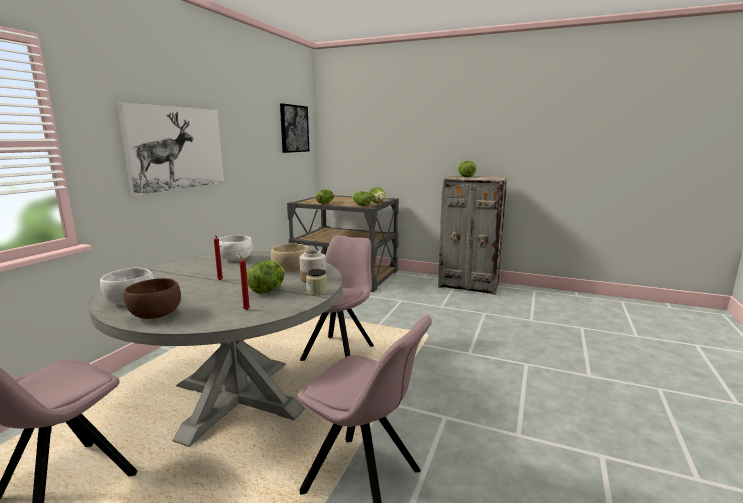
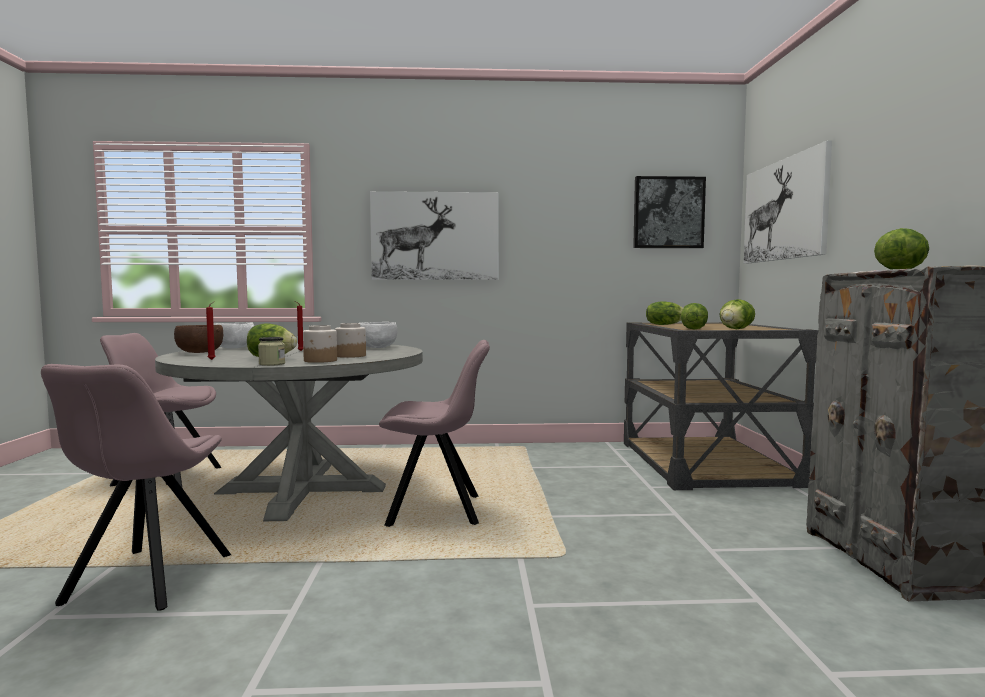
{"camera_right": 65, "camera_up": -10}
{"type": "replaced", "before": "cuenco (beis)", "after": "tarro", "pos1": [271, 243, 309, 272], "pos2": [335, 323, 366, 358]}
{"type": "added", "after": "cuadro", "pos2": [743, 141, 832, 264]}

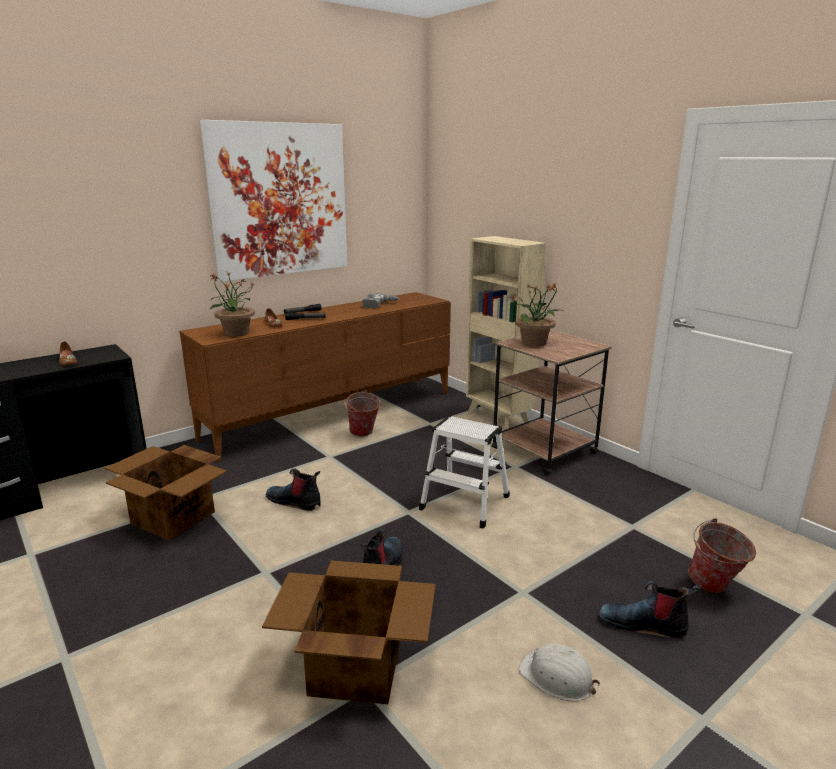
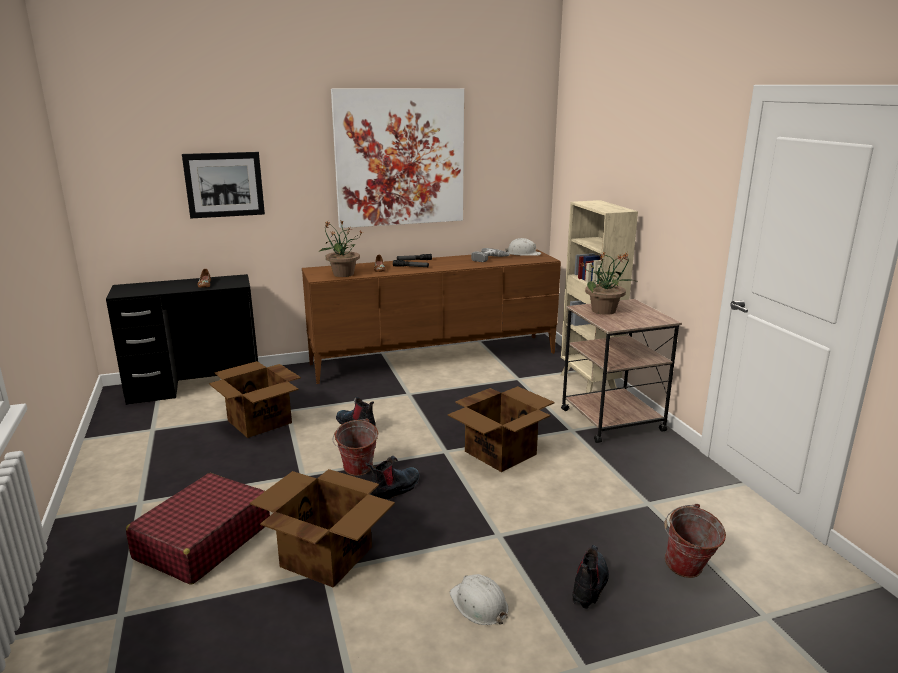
{"camera_right": 20, "camera_up": 0}
{"type": "added", "after": "maleta (rojo)", "pos2": [126, 473, 270, 585]}
{"type": "added", "after": "cuadro", "pos2": [182, 152, 265, 218]}
{"type": "moved", "before": "cubo", "pos1": [344, 390, 381, 437], "pos2": [332, 418, 378, 476]}
{"type": "replaced", "before": "escalera de tijera (blanco)", "after": "caja de cartón", "pos1": [419, 415, 510, 529], "pos2": [448, 386, 555, 472]}
{"type": "added", "after": "casco (blanco)", "pos2": [505, 238, 541, 256]}
{"type": "turned", "before": "bota", "pos1": [599, 581, 700, 638], "pos2": [572, 545, 609, 609], "turn": 75}

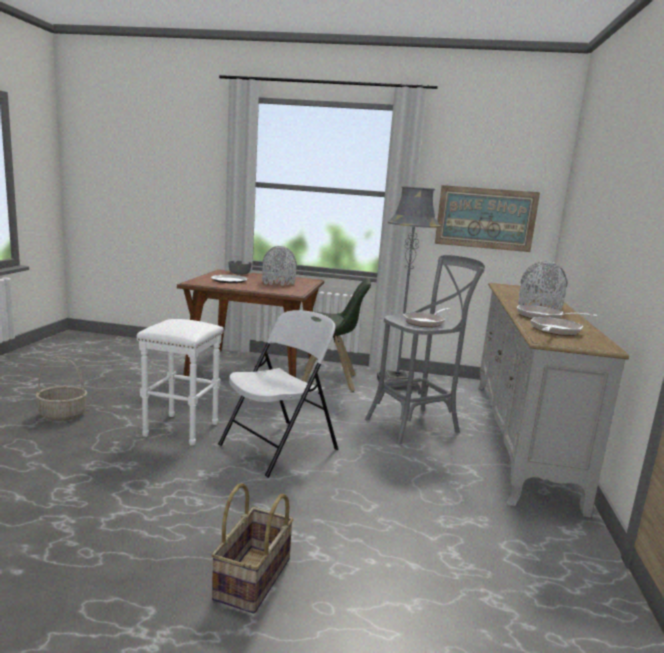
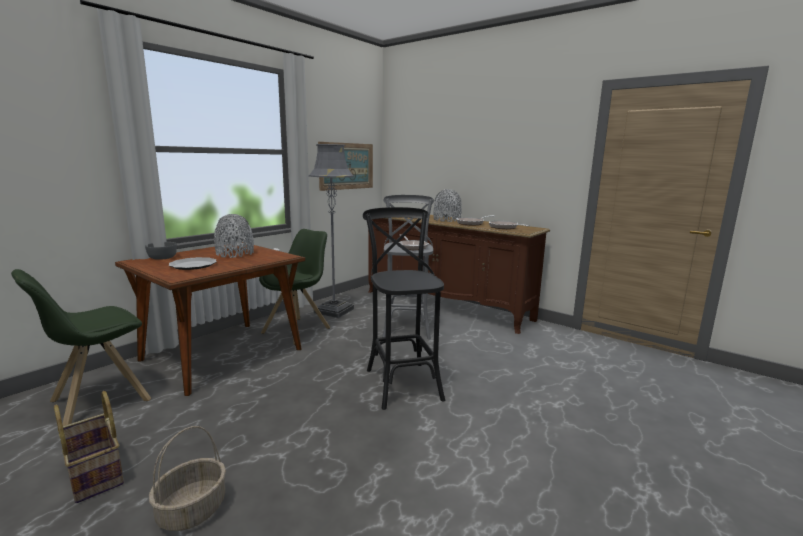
{"camera_right": -60, "camera_up": 0}
{"type": "added", "after": "silla (verde)", "pos2": [11, 269, 151, 426]}
{"type": "moved", "before": "cesta", "pos1": [211, 483, 294, 614], "pos2": [54, 391, 124, 503]}
{"type": "replaced", "before": "silla (blanco)", "after": "taburete (negro)", "pos1": [218, 310, 338, 478], "pos2": [363, 207, 445, 410]}
{"type": "recoloured", "before": "armario (gris)", "after": "armario (marrón)", "pos1": [478, 283, 629, 518], "pos2": [368, 215, 550, 334]}
{"type": "removed", "before": "taburete (blanco)", "pos1": [137, 319, 224, 446]}

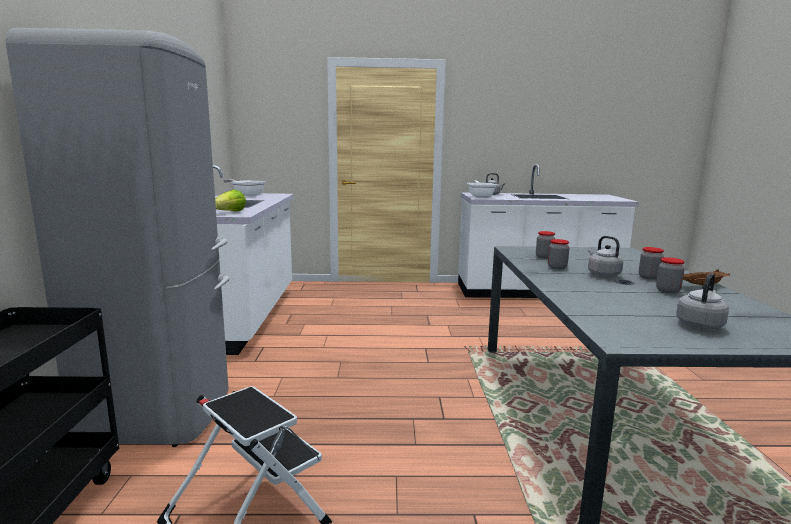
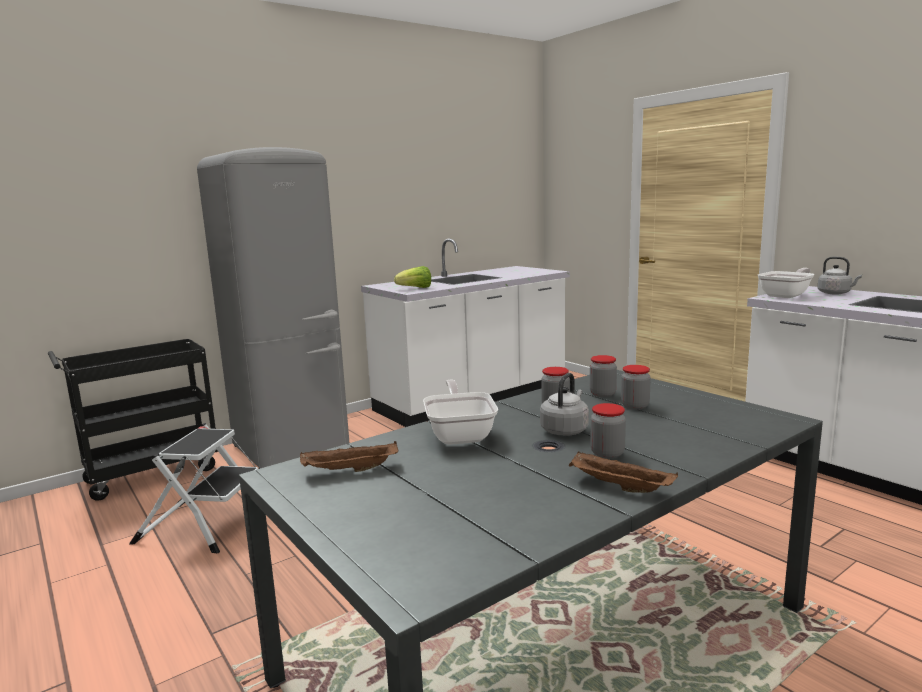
{"camera_right": 55, "camera_up": 0}
{"type": "added", "after": "bandeja (marrón)", "pos2": [300, 441, 398, 472]}
{"type": "moved", "before": "sartén", "pos1": [223, 179, 266, 196], "pos2": [423, 380, 498, 445]}
{"type": "moved", "before": "tarro", "pos1": [656, 257, 685, 294], "pos2": [621, 365, 651, 410]}
{"type": "removed", "before": "hervidor (gris)", "pos1": [676, 273, 729, 329]}

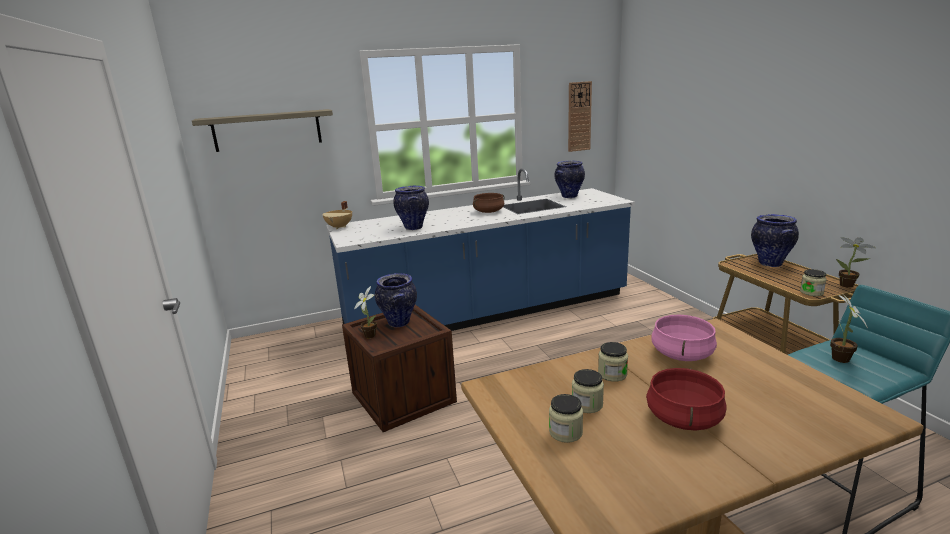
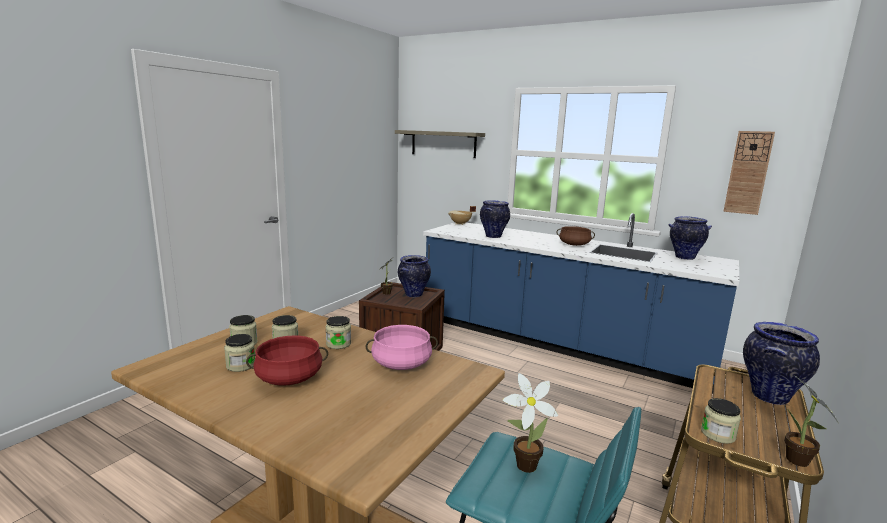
{"camera_right": 50, "camera_up": -5}
{"type": "added", "after": "tarro", "pos2": [224, 334, 255, 372]}

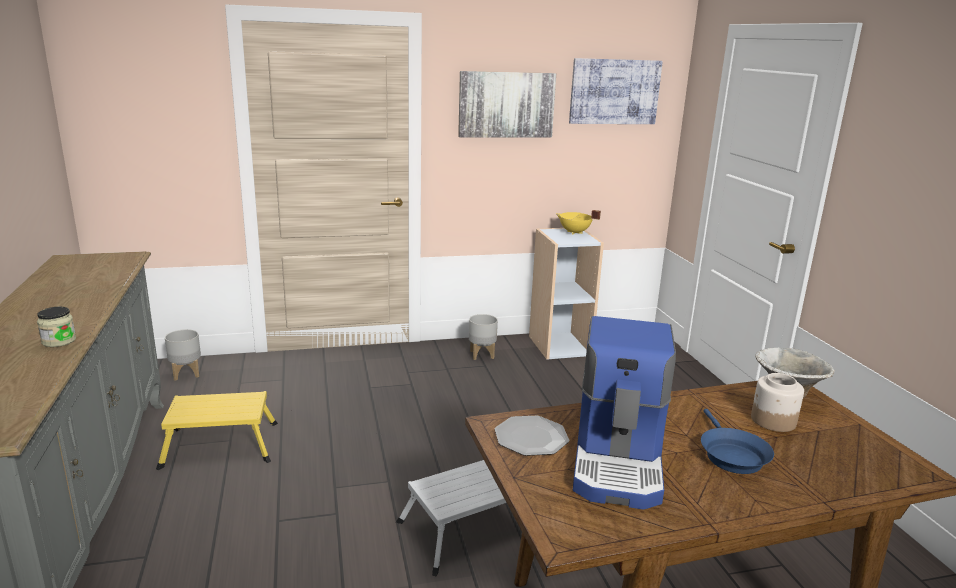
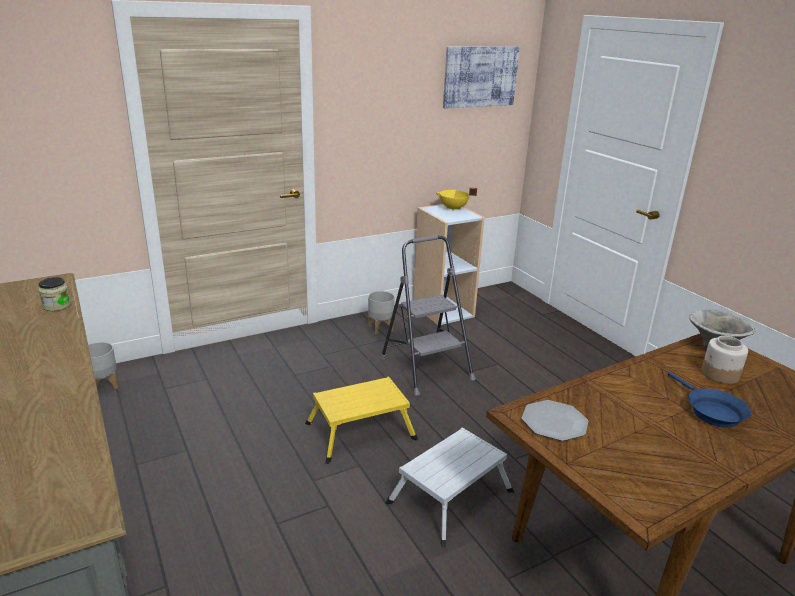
{"camera_right": -15, "camera_up": 5}
{"type": "moved", "before": "tarro", "pos1": [37, 307, 76, 347], "pos2": [38, 277, 71, 311]}
{"type": "moved", "before": "escalera de tijera (amarillo)", "pos1": [156, 391, 278, 470], "pos2": [305, 377, 418, 464]}
{"type": "added", "after": "escalera de tijera (gris)", "pos2": [379, 235, 476, 396]}
{"type": "removed", "before": "cuadro", "pos1": [458, 71, 556, 137]}
{"type": "removed", "before": "cafetera", "pos1": [573, 316, 676, 510]}

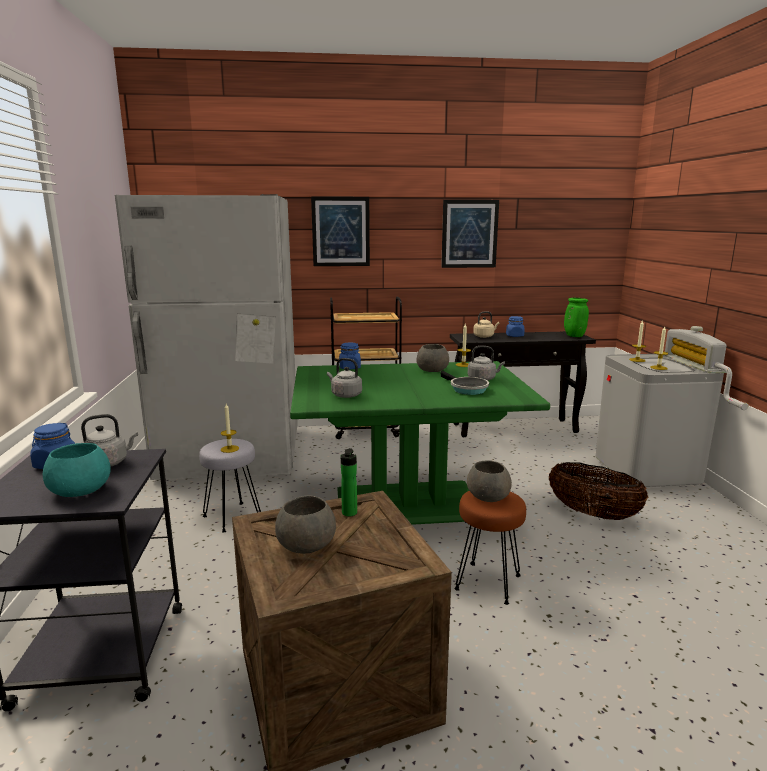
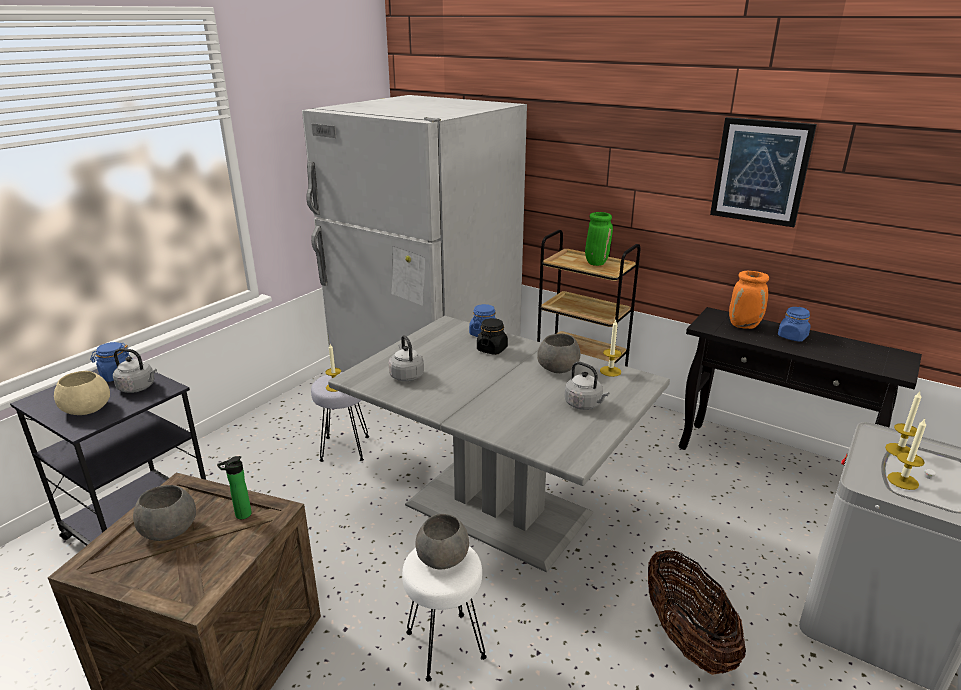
{"camera_right": 40, "camera_up": 10}
{"type": "recoloured", "before": "cuenco (turquesa)", "after": "cuenco (beis)", "pos1": [43, 443, 111, 497], "pos2": [54, 371, 110, 415]}
{"type": "recoloured", "before": "mesa de comedor (verde)", "after": "mesa de comedor (gris)", "pos1": [290, 361, 550, 525], "pos2": [328, 316, 670, 572]}
{"type": "recoloured", "before": "taburete (marrón)", "after": "taburete (blanco)", "pos1": [455, 491, 526, 605], "pos2": [402, 546, 487, 682]}
{"type": "added", "after": "tarro (negro)", "pos2": [477, 318, 508, 355]}
{"type": "moved", "before": "florero (verde)", "pos1": [564, 298, 589, 337], "pos2": [585, 212, 613, 266]}
{"type": "replaced", "before": "hervidor (beis)", "after": "florero (naranja)", "pos1": [473, 312, 499, 338], "pos2": [729, 271, 769, 329]}
{"type": "removed", "before": "cuadro", "pos1": [311, 196, 370, 266]}
{"type": "removed", "before": "sartén", "pos1": [440, 371, 489, 395]}

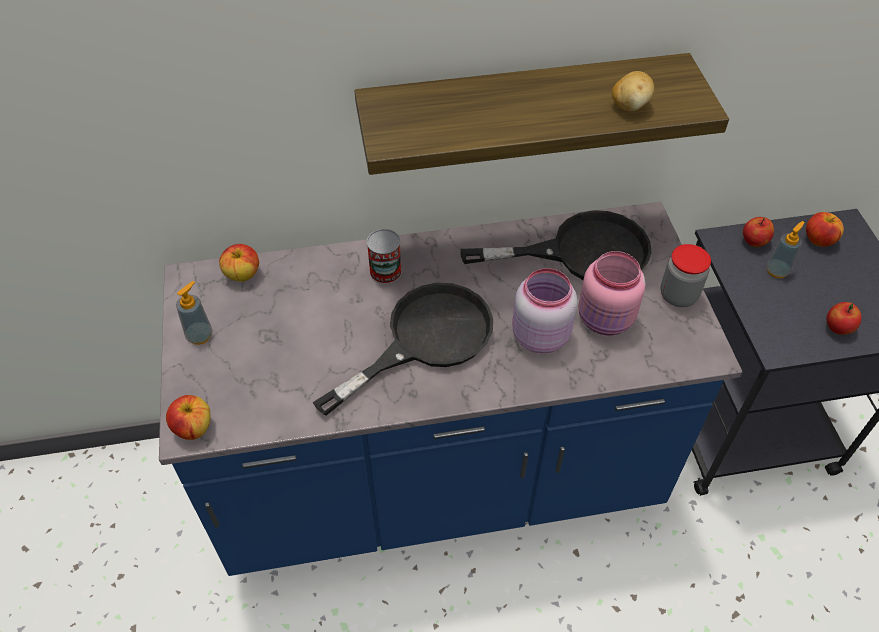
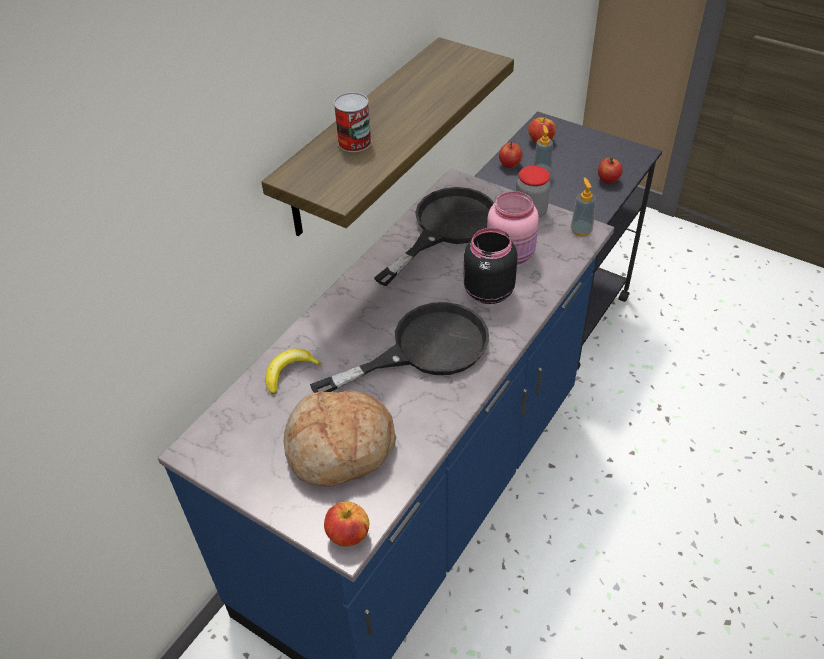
{"camera_right": -45, "camera_up": -5}
{"type": "added", "after": "plátano", "pos2": [265, 349, 322, 394]}
{"type": "added", "after": "pan", "pos2": [283, 390, 396, 487]}
{"type": "turned", "before": "sartén (negro)", "pos1": [313, 283, 493, 416], "pos2": [310, 302, 489, 393], "turn": 60}
{"type": "moved", "before": "lata", "pos1": [367, 229, 402, 284], "pos2": [334, 92, 372, 152]}
{"type": "recoloured", "before": "tarro (rosa)", "after": "tarro (negro)", "pos1": [512, 268, 578, 353], "pos2": [464, 228, 518, 304]}
{"type": "moved", "before": "dispensador de jabón", "pos1": [176, 281, 213, 345], "pos2": [571, 178, 596, 237]}
{"type": "removed", "before": "manzana", "pos1": [219, 244, 259, 282]}
{"type": "removed", "before": "patata", "pos1": [612, 71, 654, 111]}

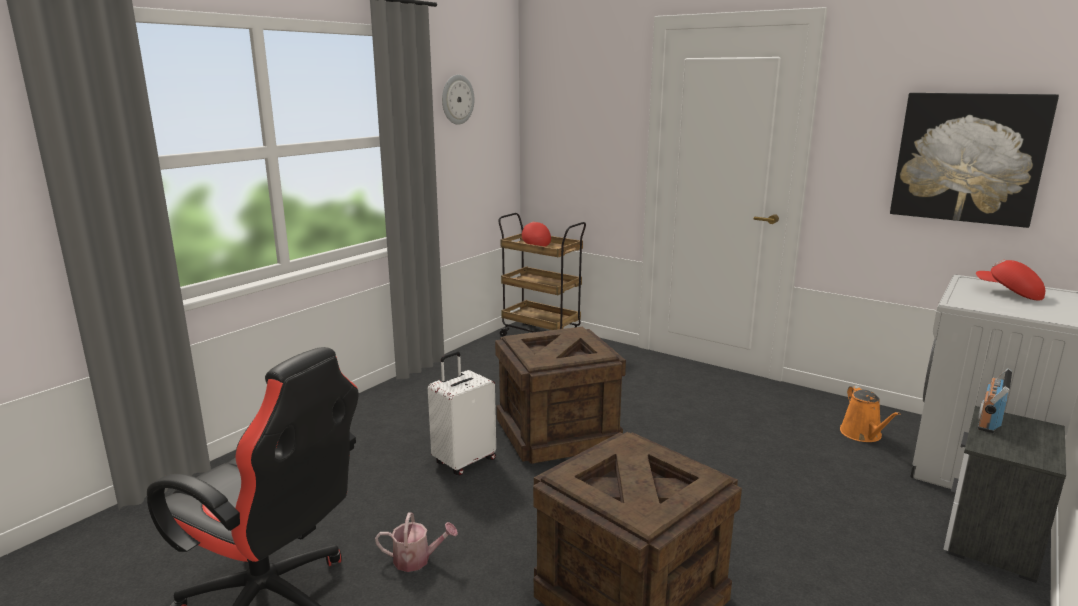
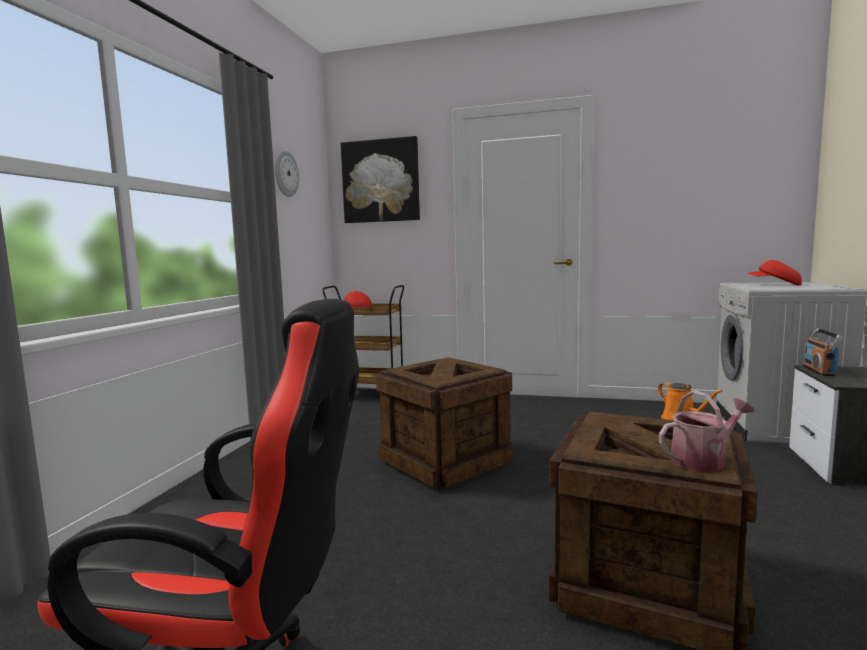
{"camera_right": -20, "camera_up": -10}
{"type": "moved", "before": "cuadro", "pos1": [890, 93, 1059, 228], "pos2": [341, 136, 420, 223]}
{"type": "moved", "before": "regadera", "pos1": [375, 512, 458, 572], "pos2": [659, 390, 754, 472]}
{"type": "removed", "before": "maleta (blanco)", "pos1": [428, 351, 496, 476]}

